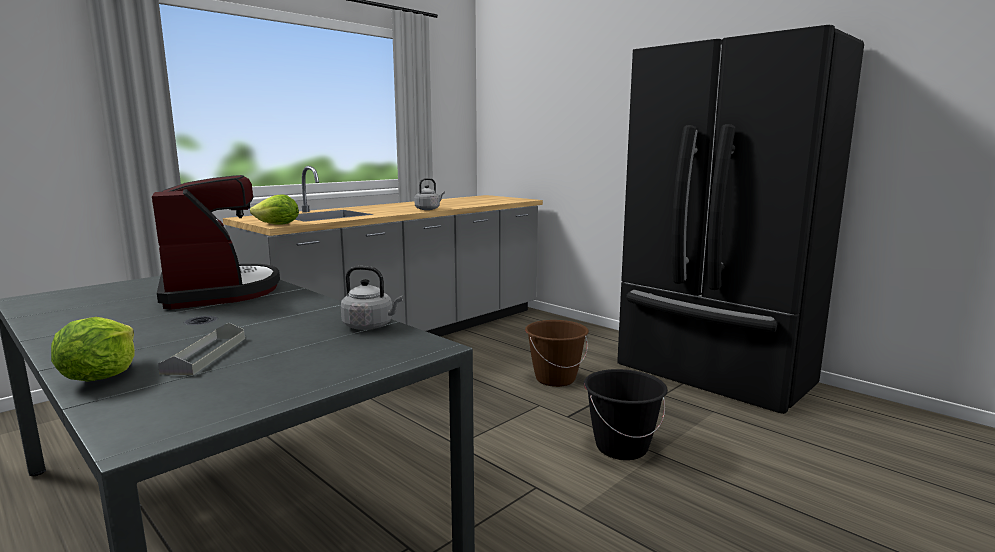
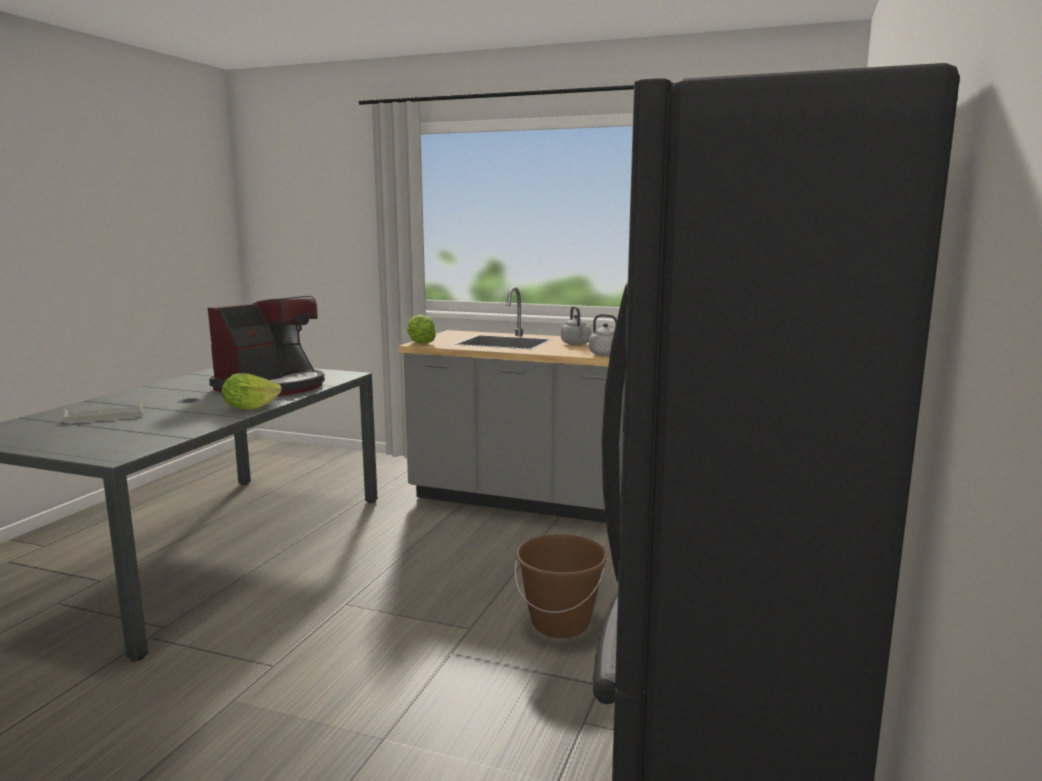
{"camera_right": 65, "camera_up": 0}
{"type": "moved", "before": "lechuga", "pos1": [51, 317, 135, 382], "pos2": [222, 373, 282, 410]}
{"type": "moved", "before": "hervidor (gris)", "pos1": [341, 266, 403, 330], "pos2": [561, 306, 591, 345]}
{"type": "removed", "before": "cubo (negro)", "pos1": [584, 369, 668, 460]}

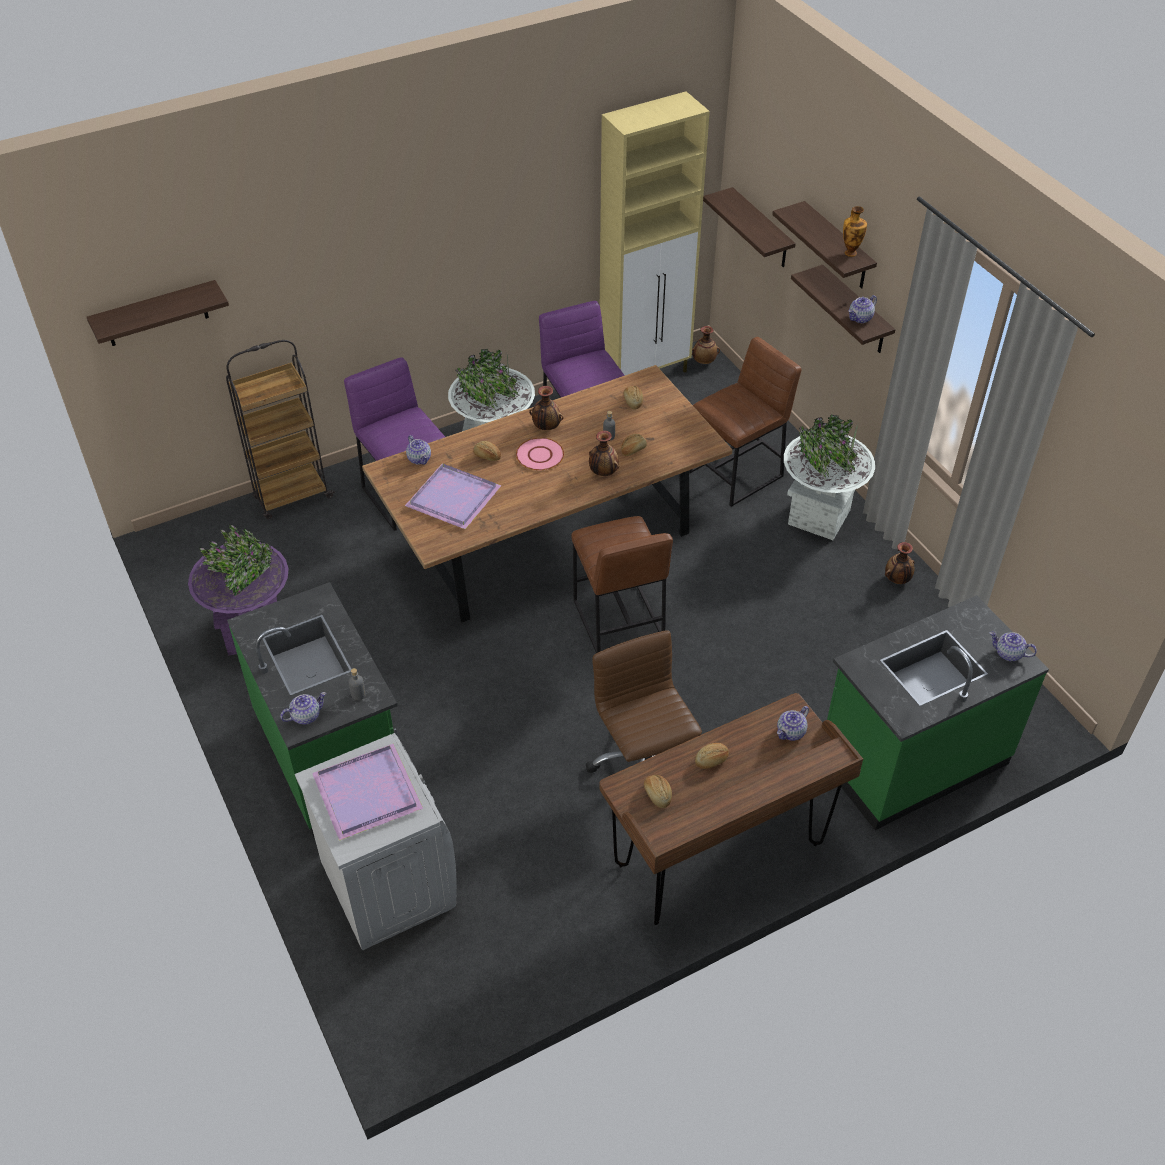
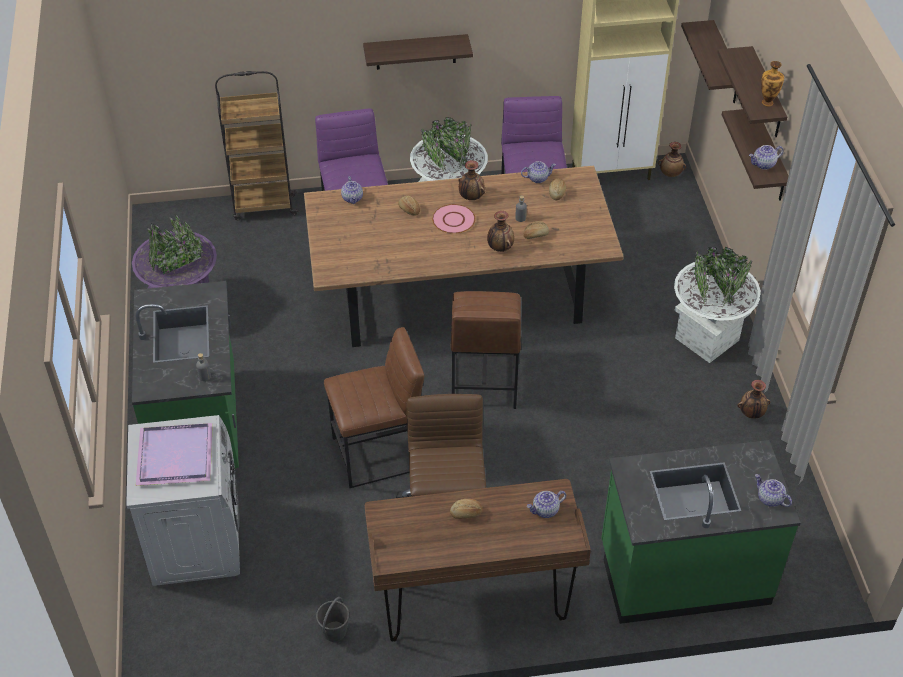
{"camera_right": 20, "camera_up": 0}
{"type": "added", "after": "cubo (gris)", "pos2": [316, 597, 349, 642]}
{"type": "moved", "before": "silla (marrón)", "pos1": [689, 337, 802, 507], "pos2": [324, 327, 424, 488]}
{"type": "moved", "before": "estante", "pos1": [87, 280, 229, 346], "pos2": [363, 34, 473, 70]}
{"type": "moved", "before": "tetera", "pos1": [280, 692, 326, 725], "pos2": [521, 161, 556, 183]}
{"type": "removed", "before": "bandeja (morado)", "pos1": [405, 463, 502, 529]}
{"type": "removed", "before": "pan", "pos1": [644, 775, 672, 808]}

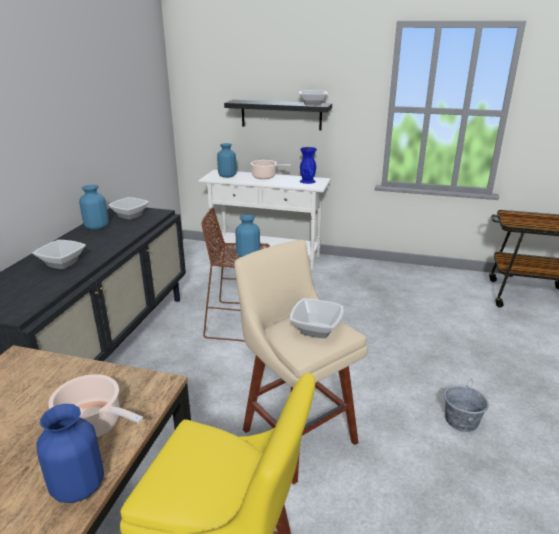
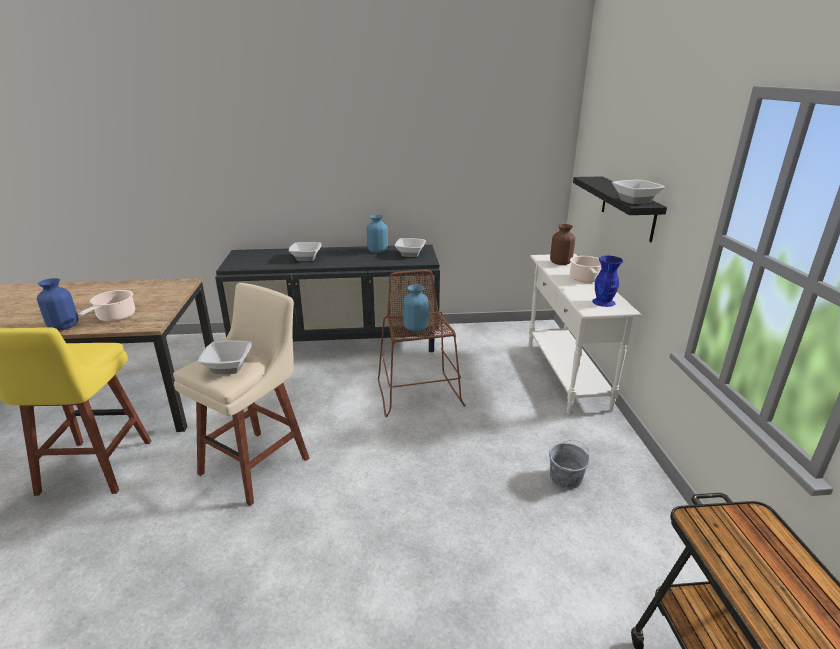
{"camera_right": 70, "camera_up": 0}
{"type": "moved", "before": "cubo (gris)", "pos1": [444, 379, 489, 432], "pos2": [549, 440, 590, 489]}
{"type": "recoloured", "before": "florero (azul)", "after": "florero (marrón)", "pos1": [217, 143, 236, 178], "pos2": [550, 224, 575, 265]}

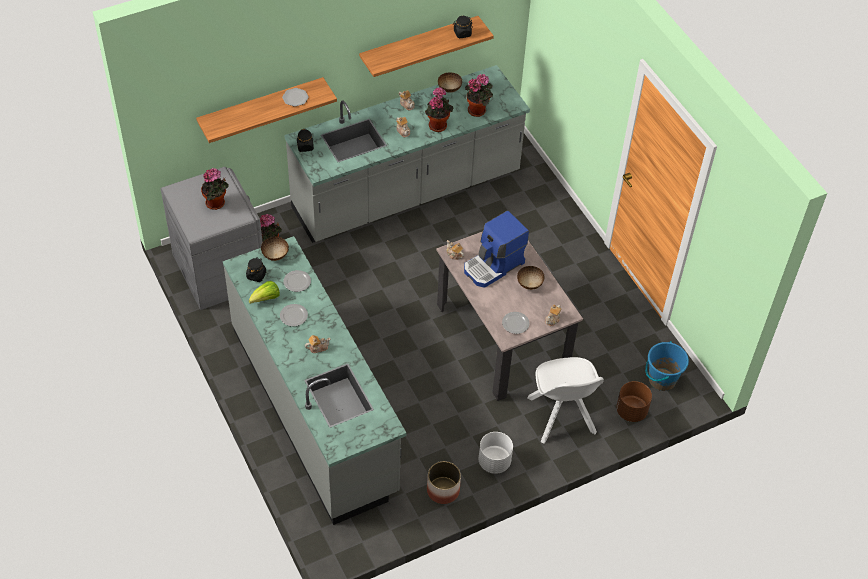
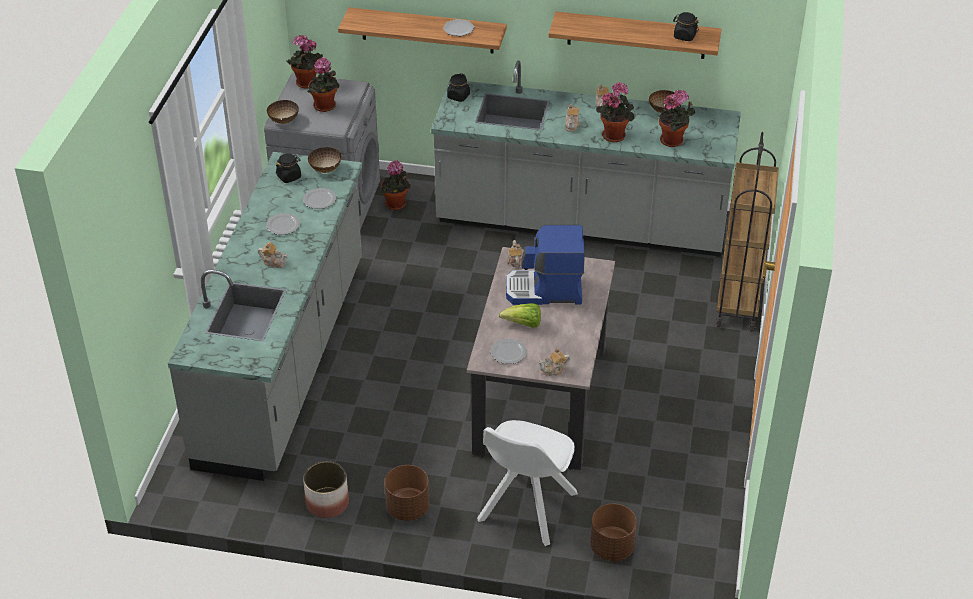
{"camera_right": 40, "camera_up": -10}
{"type": "moved", "before": "cuenco", "pos1": [517, 266, 544, 290], "pos2": [267, 100, 299, 124]}
{"type": "added", "after": "planta en maceta", "pos2": [286, 35, 323, 89]}
{"type": "recoloured", "before": "maceta (blanco)", "after": "maceta (marrón)", "pos1": [479, 432, 513, 474], "pos2": [385, 465, 429, 521]}
{"type": "moved", "before": "lechuga", "pos1": [249, 281, 280, 304], "pos2": [499, 303, 541, 328]}
{"type": "added", "after": "carrito (marrón)", "pos2": [716, 132, 779, 332]}
{"type": "removed", "before": "cubo (azul)", "pos1": [645, 341, 689, 391]}

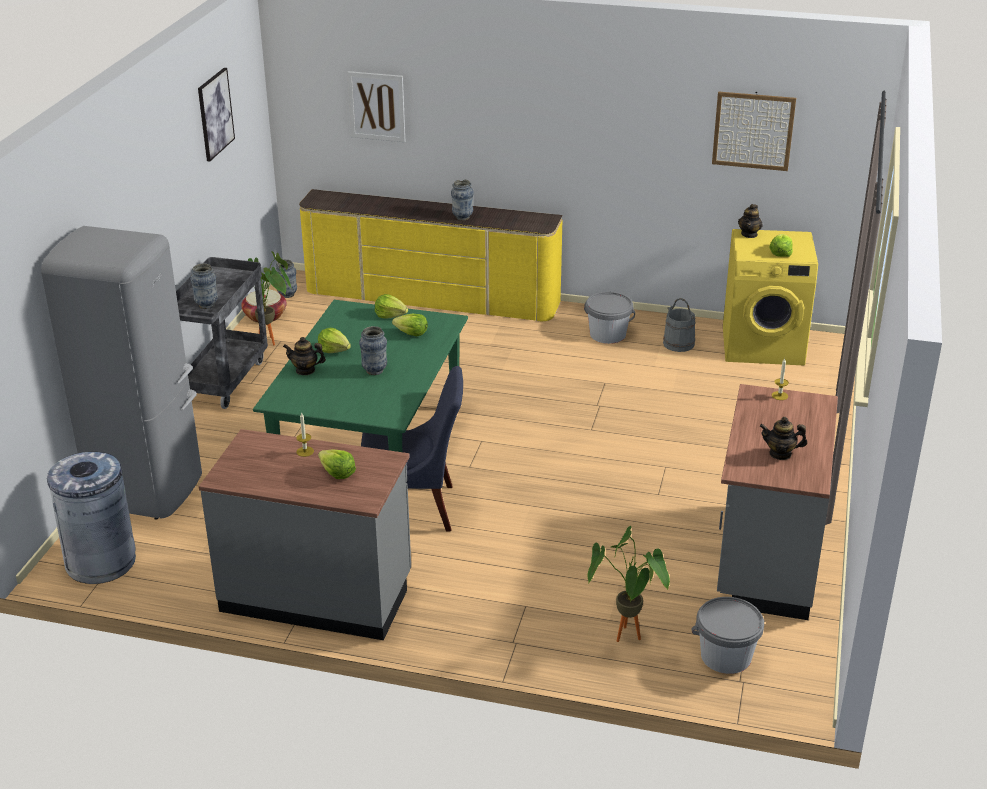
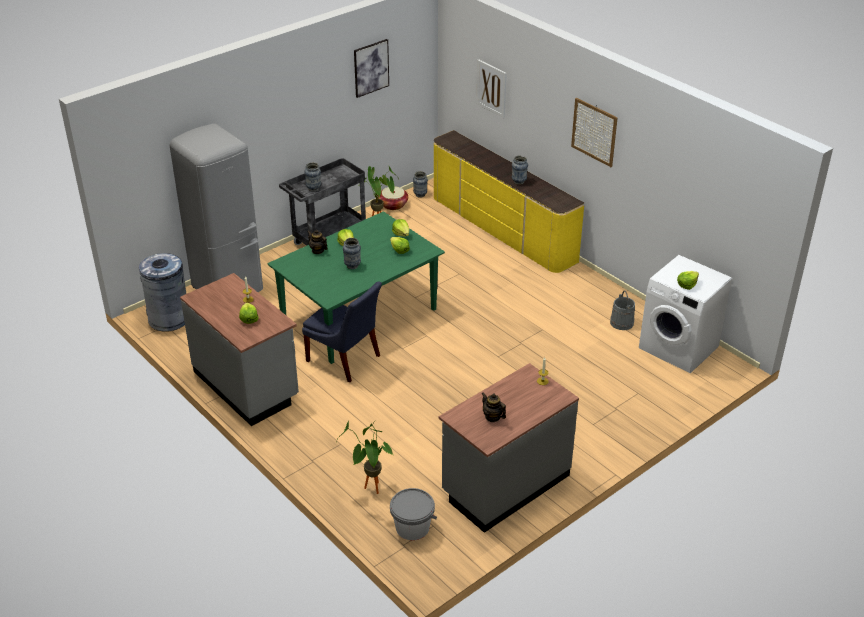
{"camera_right": 35, "camera_up": 5}
{"type": "moved", "before": "cuadro", "pos1": [712, 91, 796, 171], "pos2": [571, 98, 618, 167]}
{"type": "recoloured", "before": "lavadora (amarillo)", "after": "lavadora (blanco)", "pos1": [723, 229, 818, 365], "pos2": [639, 255, 732, 373]}
{"type": "removed", "before": "cubo (gris)", "pos1": [584, 292, 635, 344]}
{"type": "removed", "before": "tetera", "pos1": [738, 204, 763, 238]}

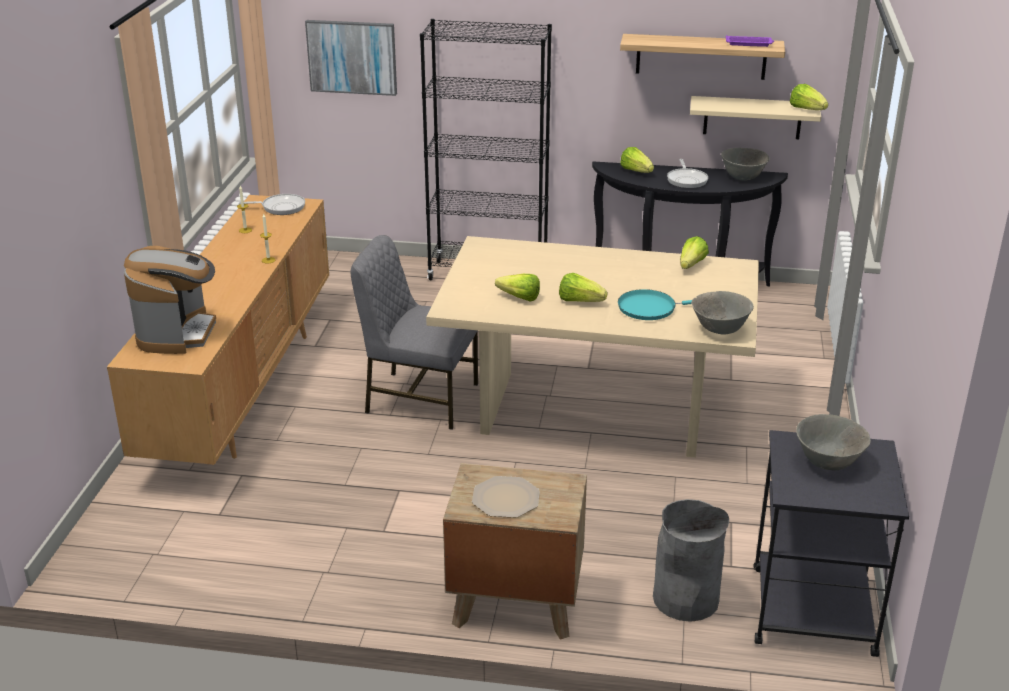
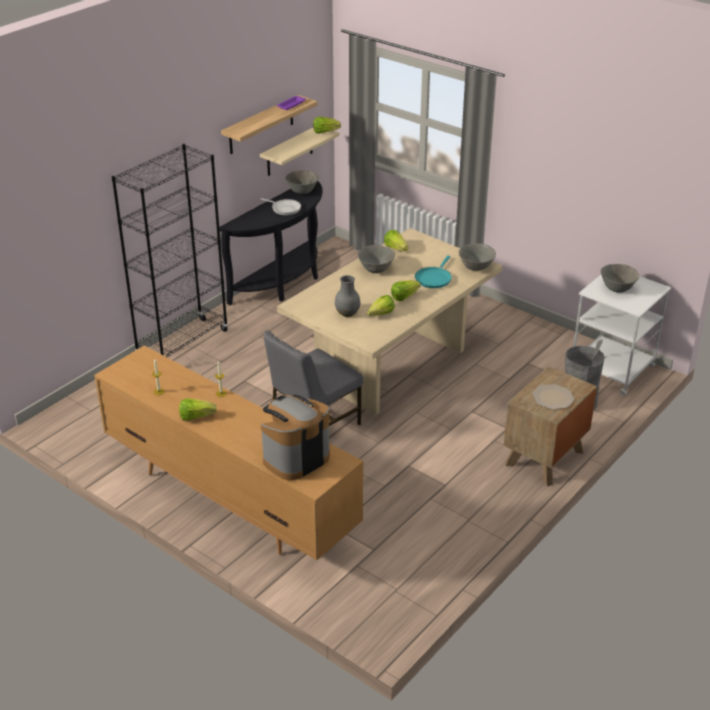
{"camera_right": -60, "camera_up": 5}
{"type": "moved", "before": "lechuga", "pos1": [620, 147, 654, 173], "pos2": [179, 398, 217, 421]}
{"type": "turned", "before": "cafetera", "pos1": [124, 246, 216, 354], "pos2": [261, 395, 330, 480], "turn": -75}
{"type": "added", "after": "florero (gris)", "pos2": [335, 275, 360, 317]}
{"type": "added", "after": "cuenco (gris)", "pos2": [358, 245, 395, 273]}
{"type": "recoloured", "before": "carrito (negro)", "after": "carrito (blanco)", "pos1": [753, 430, 909, 657], "pos2": [573, 275, 671, 395]}
{"type": "removed", "before": "sartén", "pos1": [239, 194, 305, 215]}
{"type": "removed", "before": "cuadro", "pos1": [305, 20, 397, 96]}

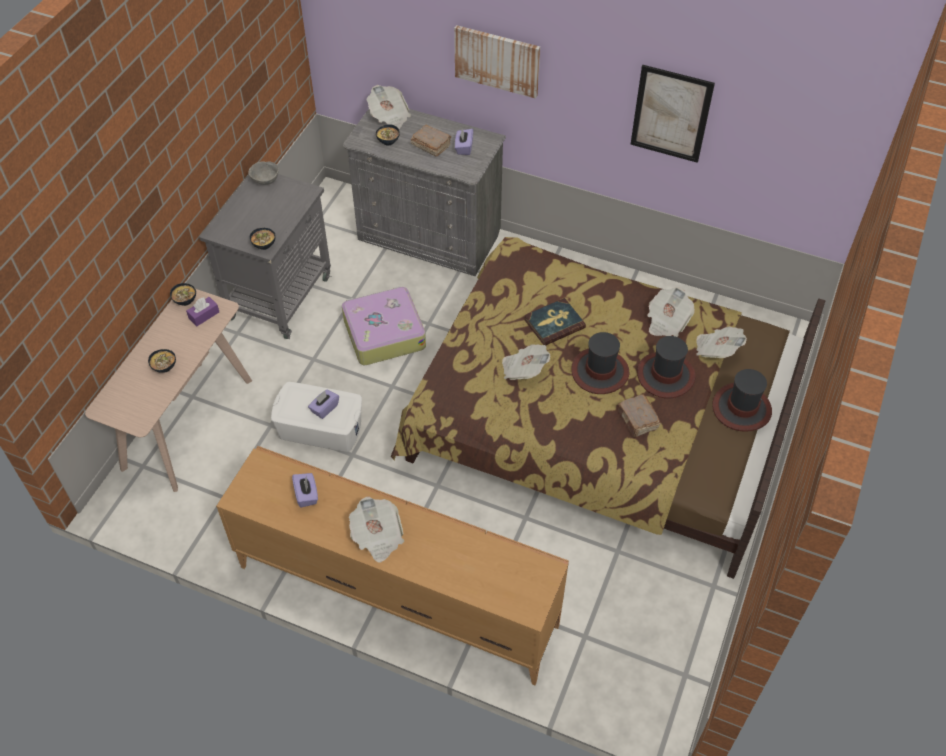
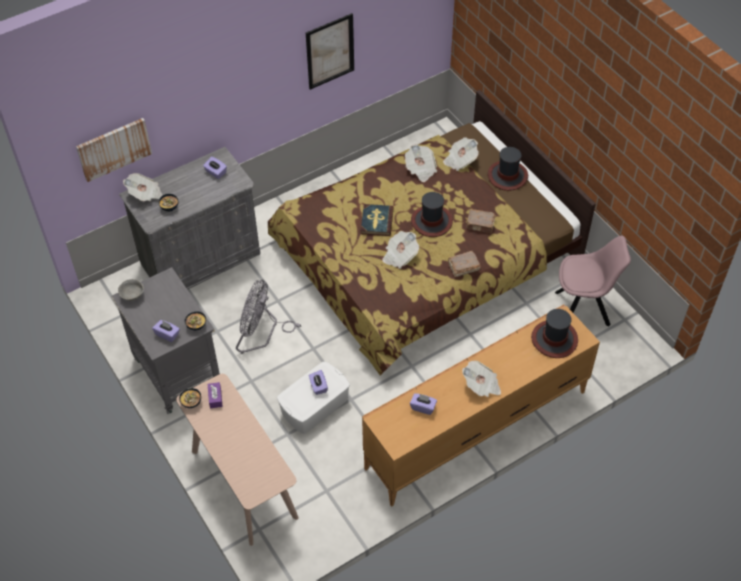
{"camera_right": -55, "camera_up": 0}
{"type": "moved", "before": "cuadro", "pos1": [454, 25, 540, 99], "pos2": [76, 118, 152, 182]}
{"type": "added", "after": "caja de pañuelos (morado)", "pos2": [152, 320, 180, 342]}
{"type": "replaced", "before": "maleta", "after": "ventilador (gris)", "pos1": [342, 286, 426, 365], "pos2": [236, 279, 301, 354]}
{"type": "moved", "before": "libro (marrón)", "pos1": [411, 124, 452, 156], "pos2": [448, 250, 480, 277]}
{"type": "moved", "before": "sombrero", "pos1": [637, 336, 696, 398], "pos2": [531, 309, 578, 358]}
{"type": "added", "after": "silla (rosa)", "pos2": [555, 236, 631, 327]}
{"type": "removed", "before": "cuenco", "pos1": [148, 349, 176, 373]}

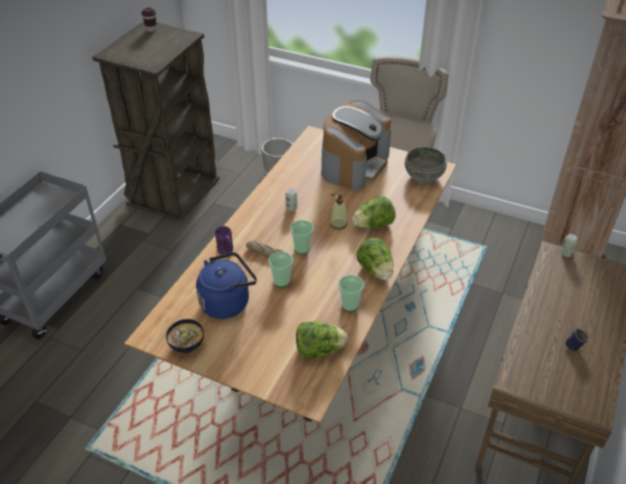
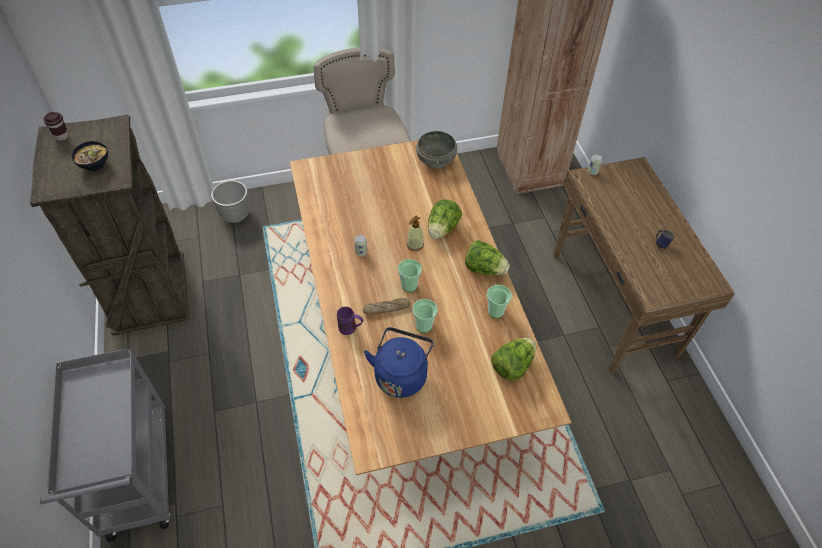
{"camera_right": -40, "camera_up": 10}
{"type": "moved", "before": "cuenco", "pos1": [166, 319, 204, 353], "pos2": [72, 141, 108, 171]}
{"type": "removed", "before": "cafetera", "pos1": [321, 100, 391, 191]}

